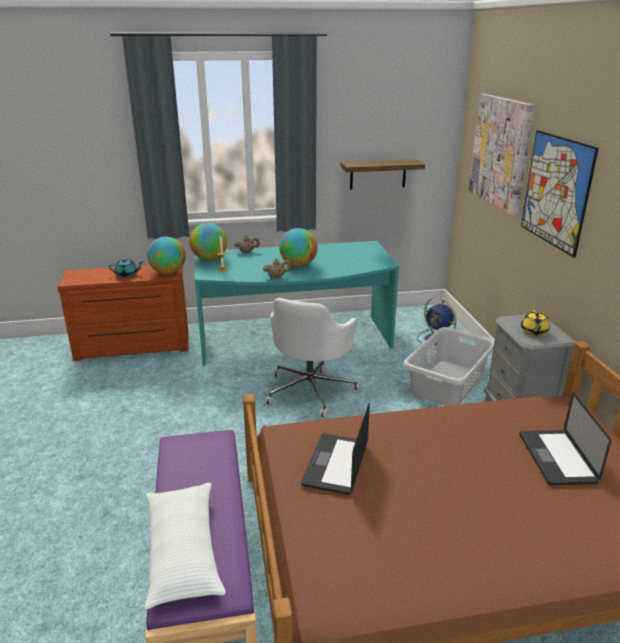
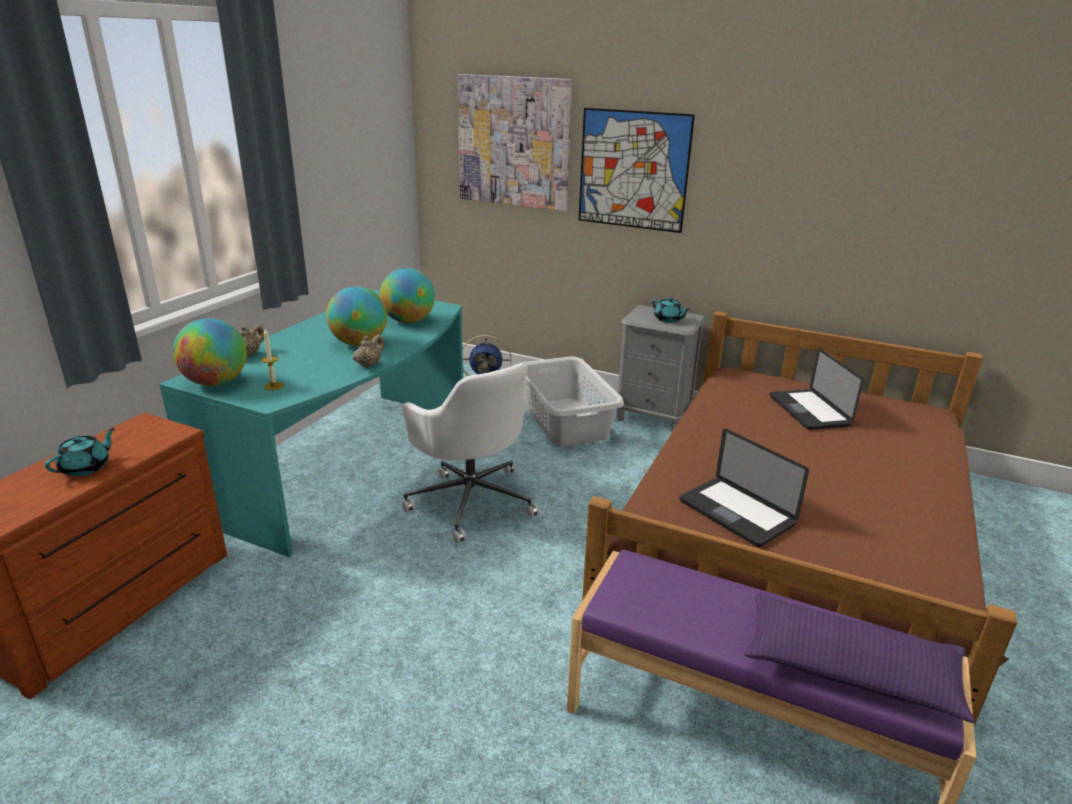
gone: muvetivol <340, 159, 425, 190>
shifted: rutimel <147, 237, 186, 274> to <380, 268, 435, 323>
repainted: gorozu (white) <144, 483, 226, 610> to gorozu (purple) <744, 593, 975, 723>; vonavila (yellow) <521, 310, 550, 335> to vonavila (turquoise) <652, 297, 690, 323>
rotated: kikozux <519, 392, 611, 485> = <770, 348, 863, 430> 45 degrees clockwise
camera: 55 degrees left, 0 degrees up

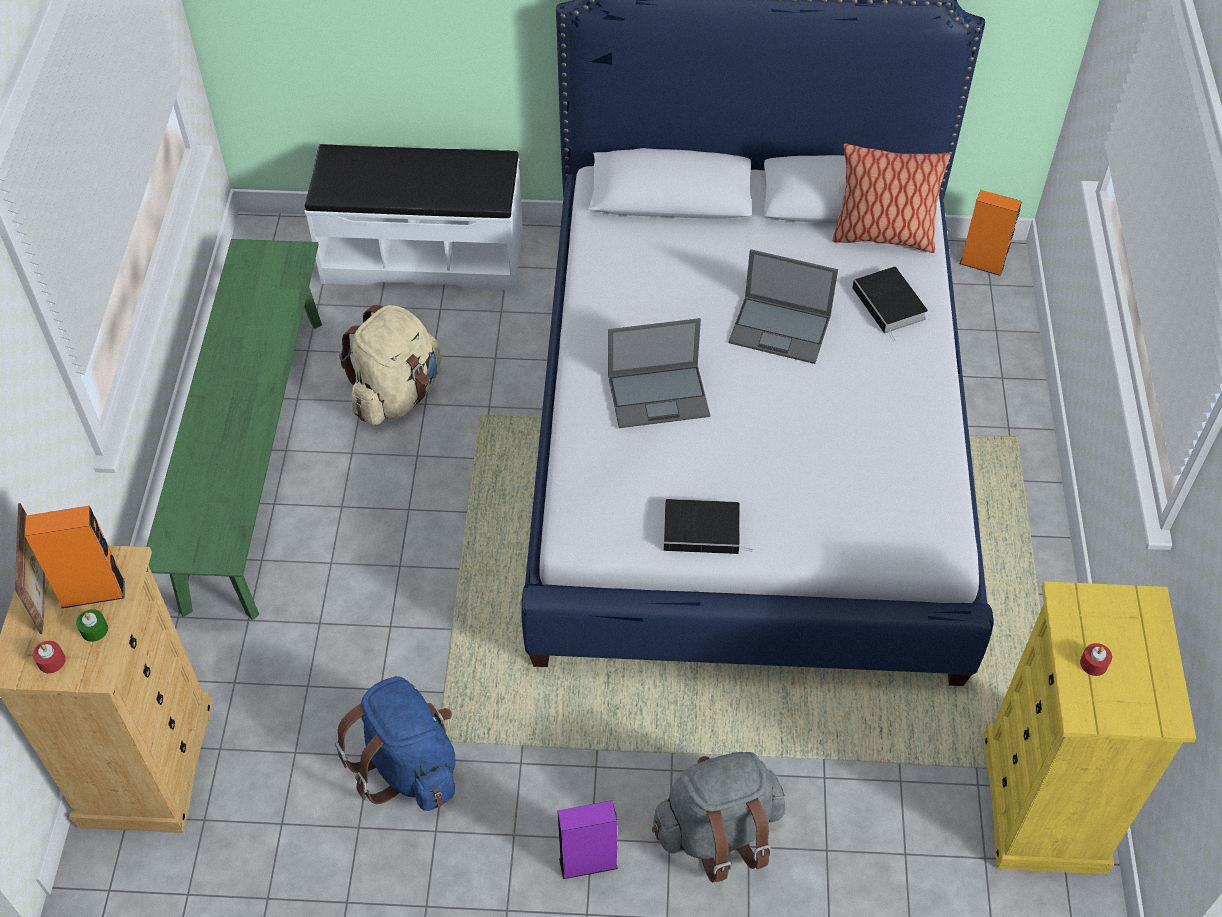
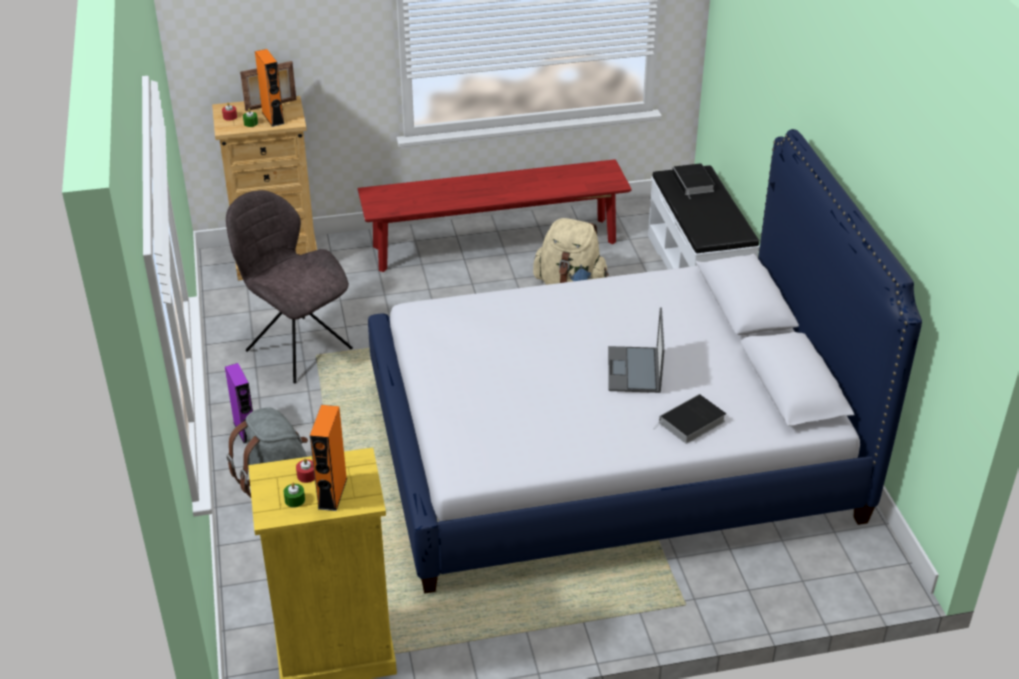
gone: kikozux <608, 318, 710, 428>; gorozu <832, 143, 951, 253>
new: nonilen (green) <284, 483, 305, 508>
shifted: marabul <664, 499, 754, 554> to <672, 163, 715, 199>; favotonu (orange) <959, 190, 1022, 276> to <310, 405, 347, 511>
swapped: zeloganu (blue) <335, 676, 455, 811> to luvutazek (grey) <226, 190, 353, 383>
repainted: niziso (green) <146, 239, 322, 620> to niziso (red) <357, 159, 632, 272>
camera: 75 degrees right, 15 degrees down

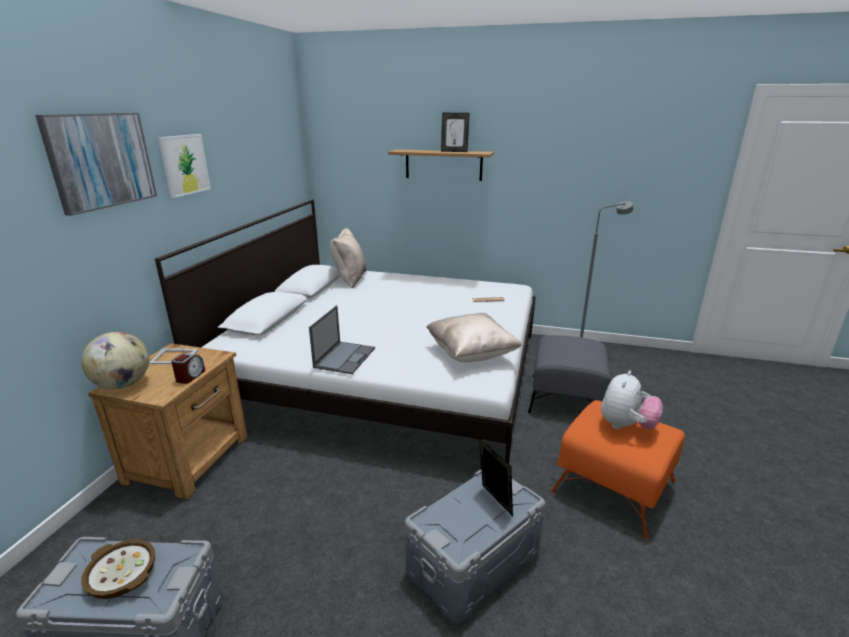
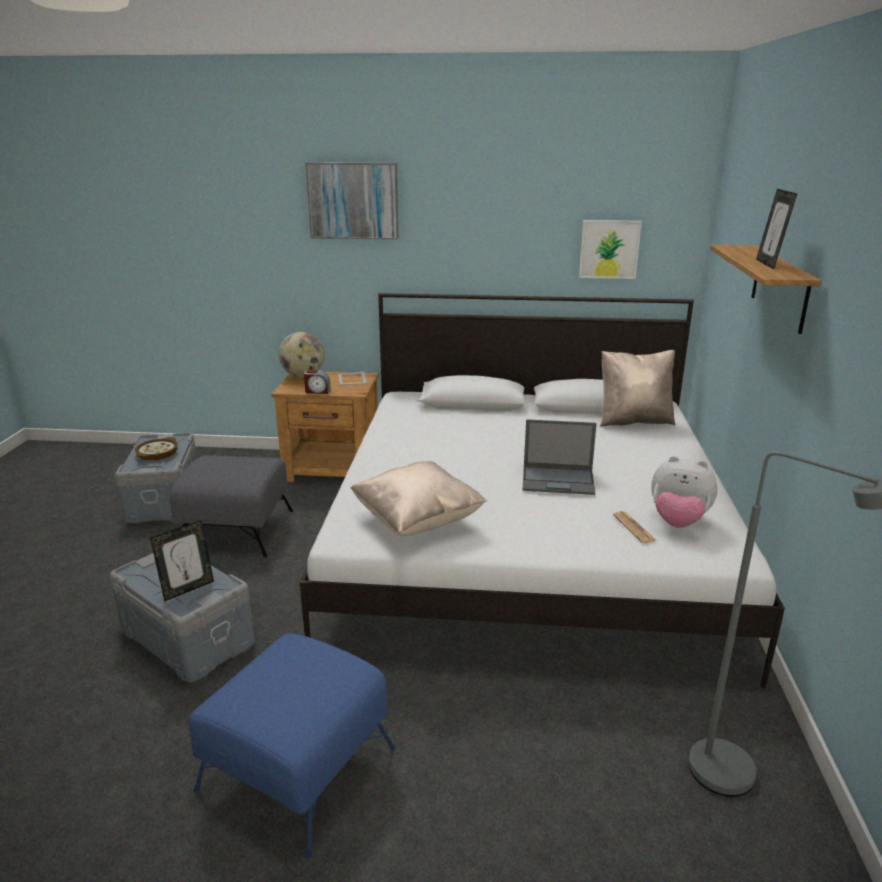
shifted: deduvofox <158, 134, 211, 198> to <579, 220, 642, 279>; kikozux <309, 305, 375, 374> to <522, 419, 597, 495>; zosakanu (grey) <528, 335, 611, 413> to <170, 455, 293, 558>; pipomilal <601, 370, 663, 429> to <651, 456, 718, 528>
repainted: zosakanu (orange) <551, 400, 685, 539> to zosakanu (blue) <188, 633, 396, 858>
camera: 80 degrees right, 0 degrees up

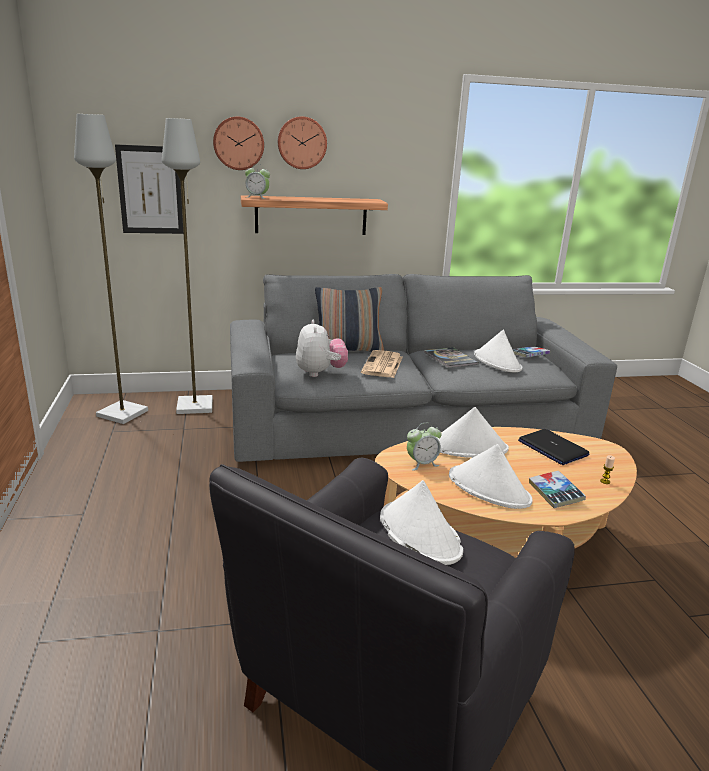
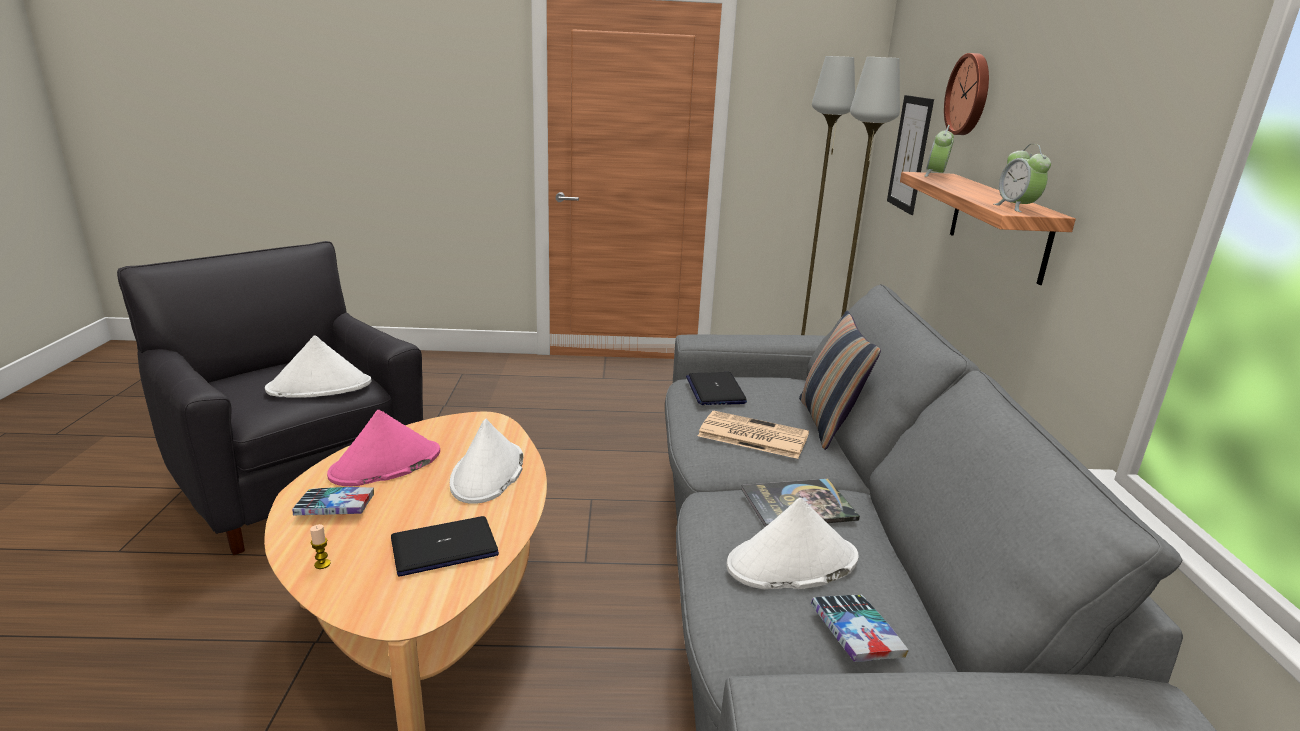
gone: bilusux <278, 116, 327, 169>
shifted: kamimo <407, 423, 442, 471> to <994, 144, 1051, 212>
swapped: pipomilal <296, 320, 348, 377> to kikozux <686, 372, 747, 405>
repainted: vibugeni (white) <449, 444, 533, 509> to vibugeni (pink) <327, 410, 440, 486>
camera: 100 degrees right, 0 degrees up

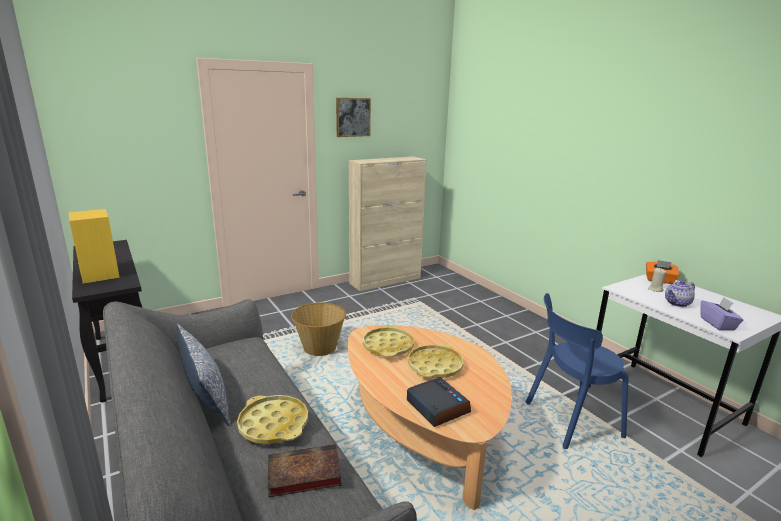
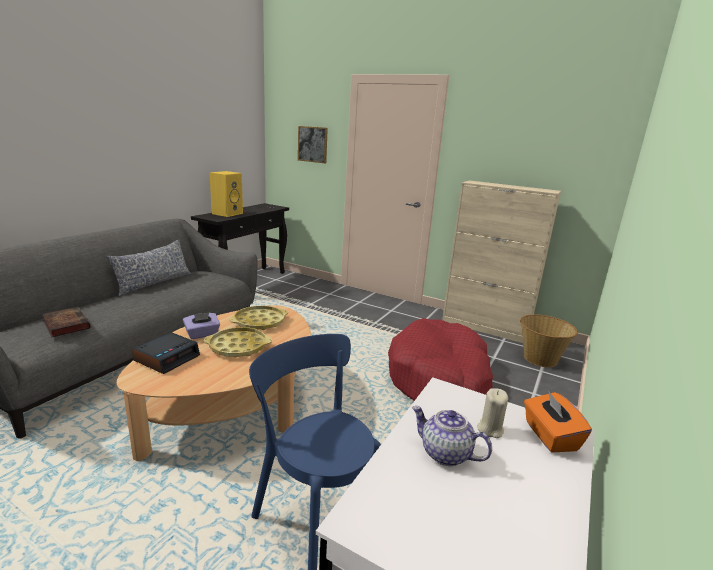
gone: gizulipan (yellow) <237, 395, 308, 444>
new: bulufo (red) <388, 318, 493, 401>
shifted: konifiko <291, 303, 346, 356> to <520, 314, 578, 367>; deduvofox <336, 98, 371, 137> to <298, 126, 328, 163>; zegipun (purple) <700, 297, 744, 330> to <183, 312, 220, 340>
camera: 60 degrees right, 0 degrees up

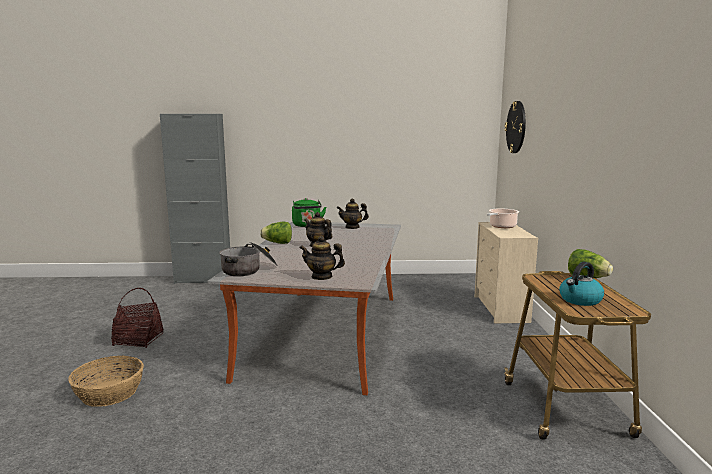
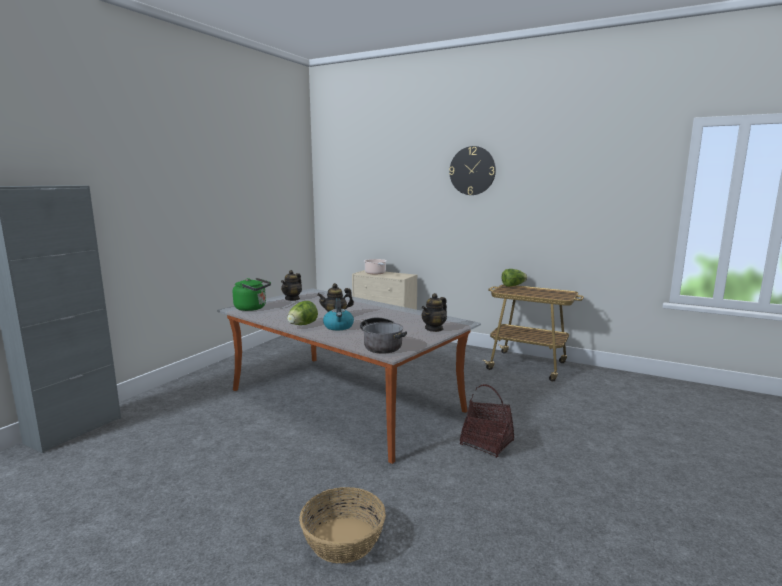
shifted: konifiko <111, 288, 163, 348> to <460, 384, 514, 458>; bilusux <504, 101, 526, 153> to <449, 146, 496, 195>; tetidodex <559, 262, 604, 306> to <323, 298, 354, 330>
camera: 60 degrees left, 0 degrees up

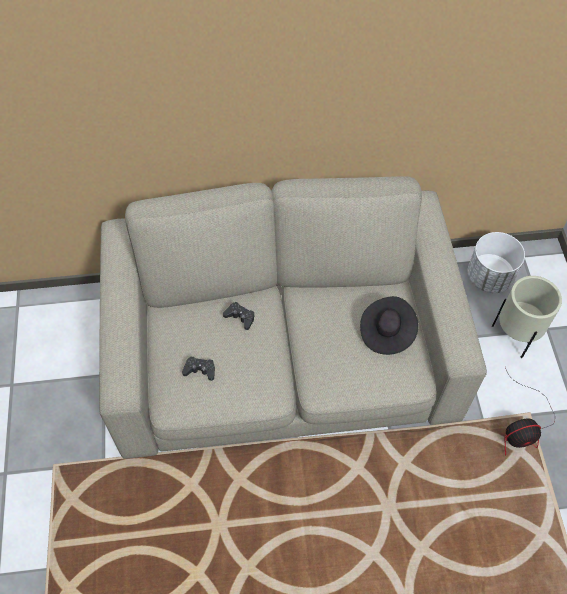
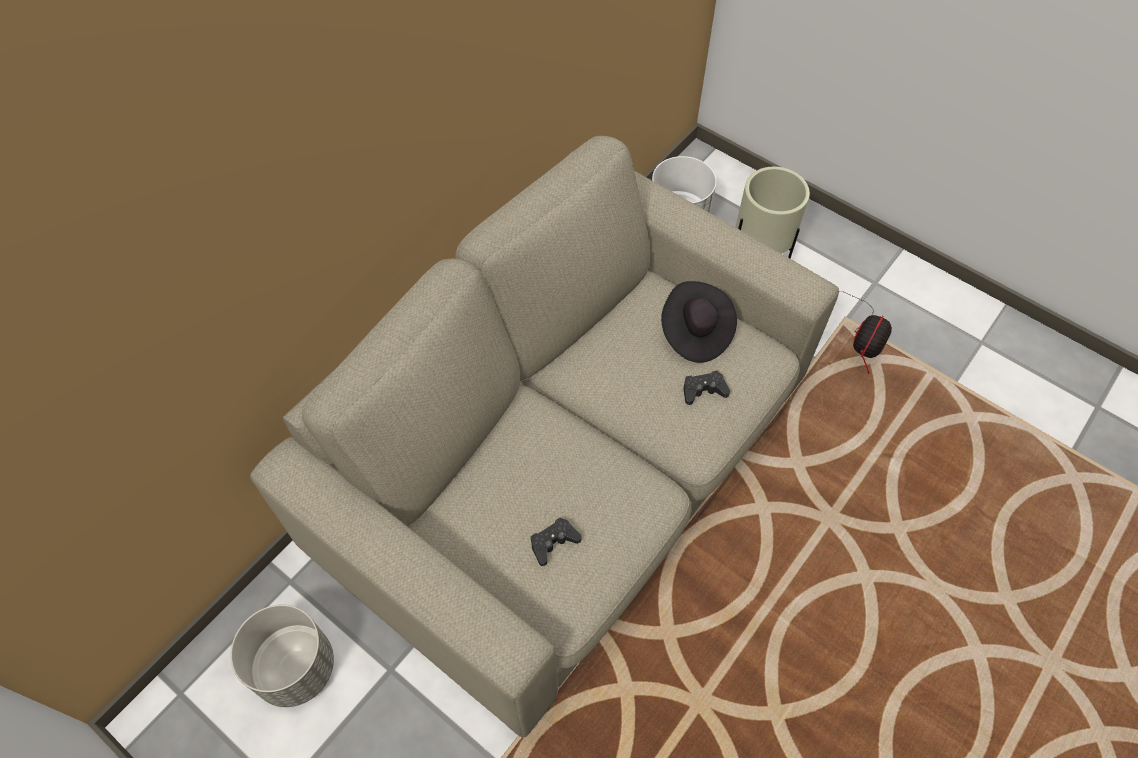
new: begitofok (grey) <230, 605, 334, 707>
shifted: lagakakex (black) <223, 302, 255, 330> to <683, 371, 730, 405>
camera: 45 degrees left, 0 degrees up

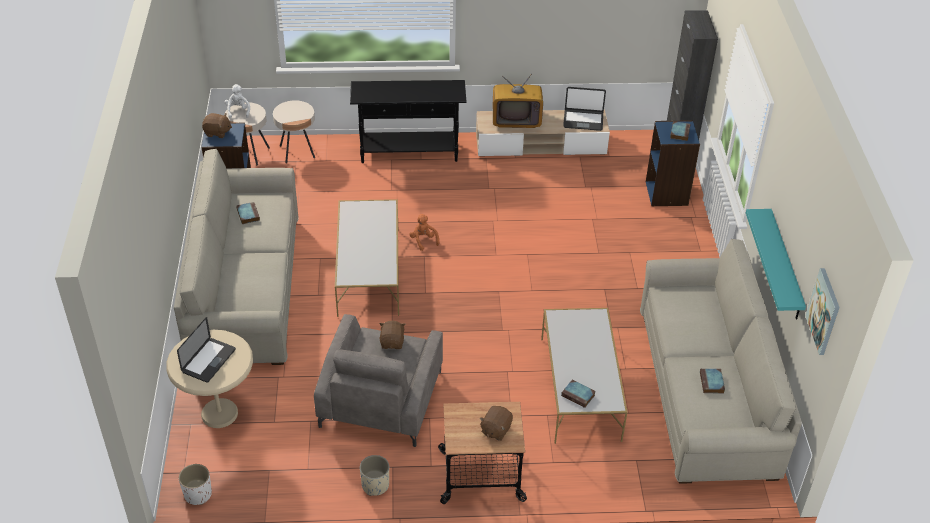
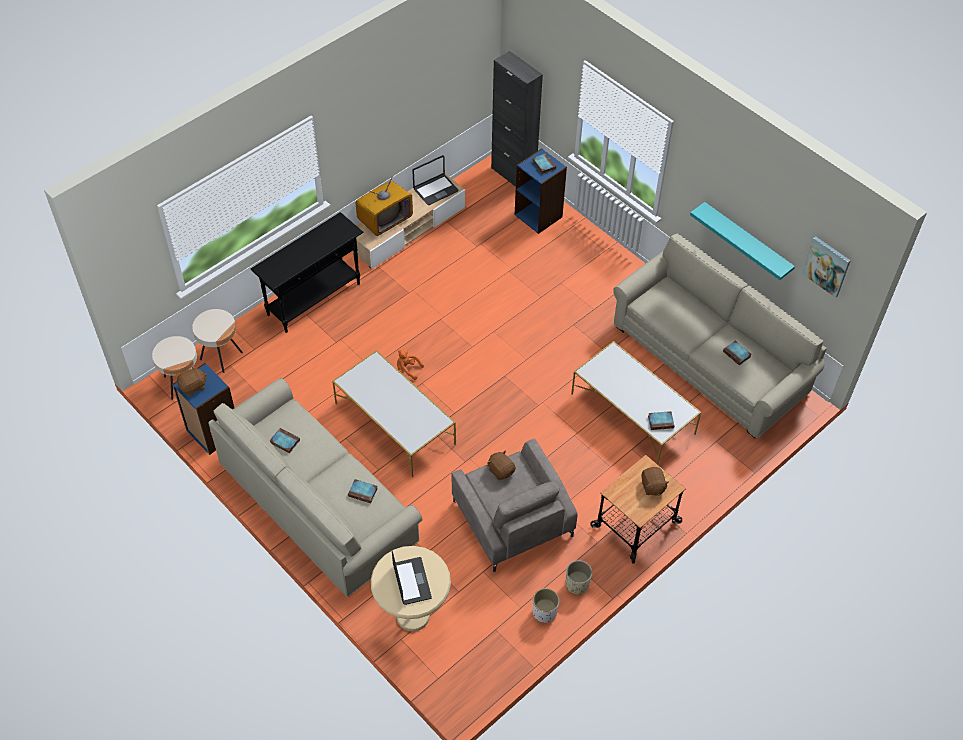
gone: pipomilal (white) <224, 84, 250, 119>
new: marabul <348, 479, 377, 503>
shifted: begitofok (white) <179, 464, 212, 505> to <533, 588, 559, 623>
camera: 40 degrees left, 10 degrees up

